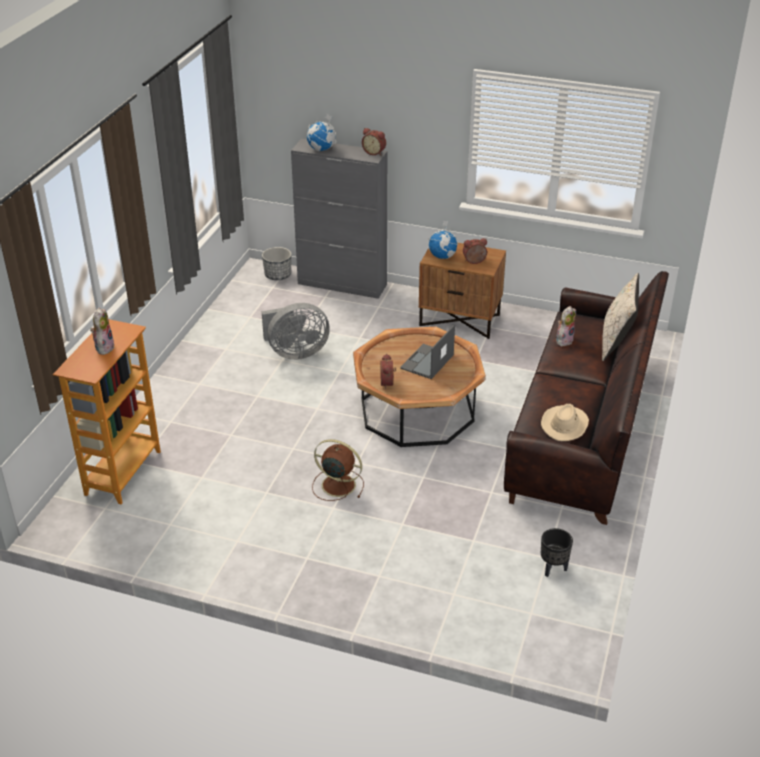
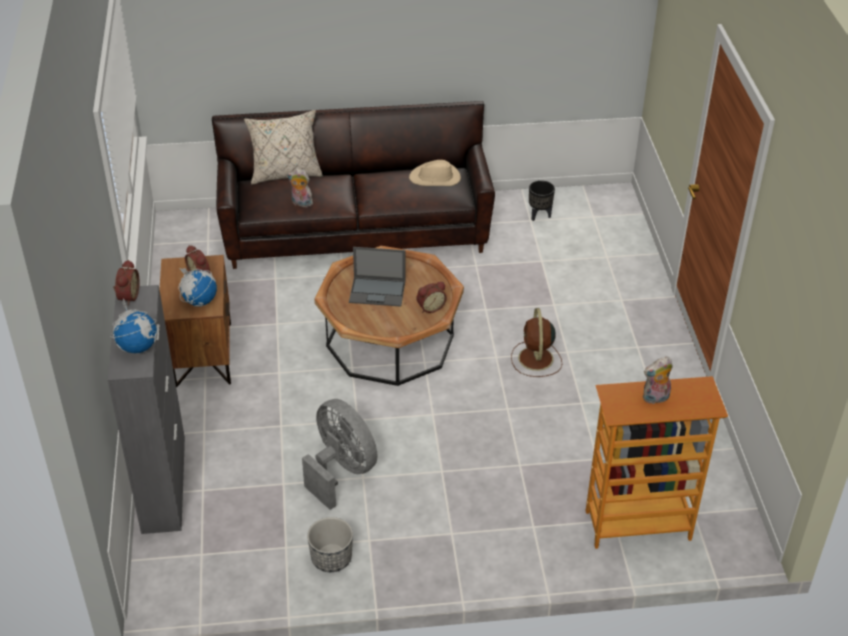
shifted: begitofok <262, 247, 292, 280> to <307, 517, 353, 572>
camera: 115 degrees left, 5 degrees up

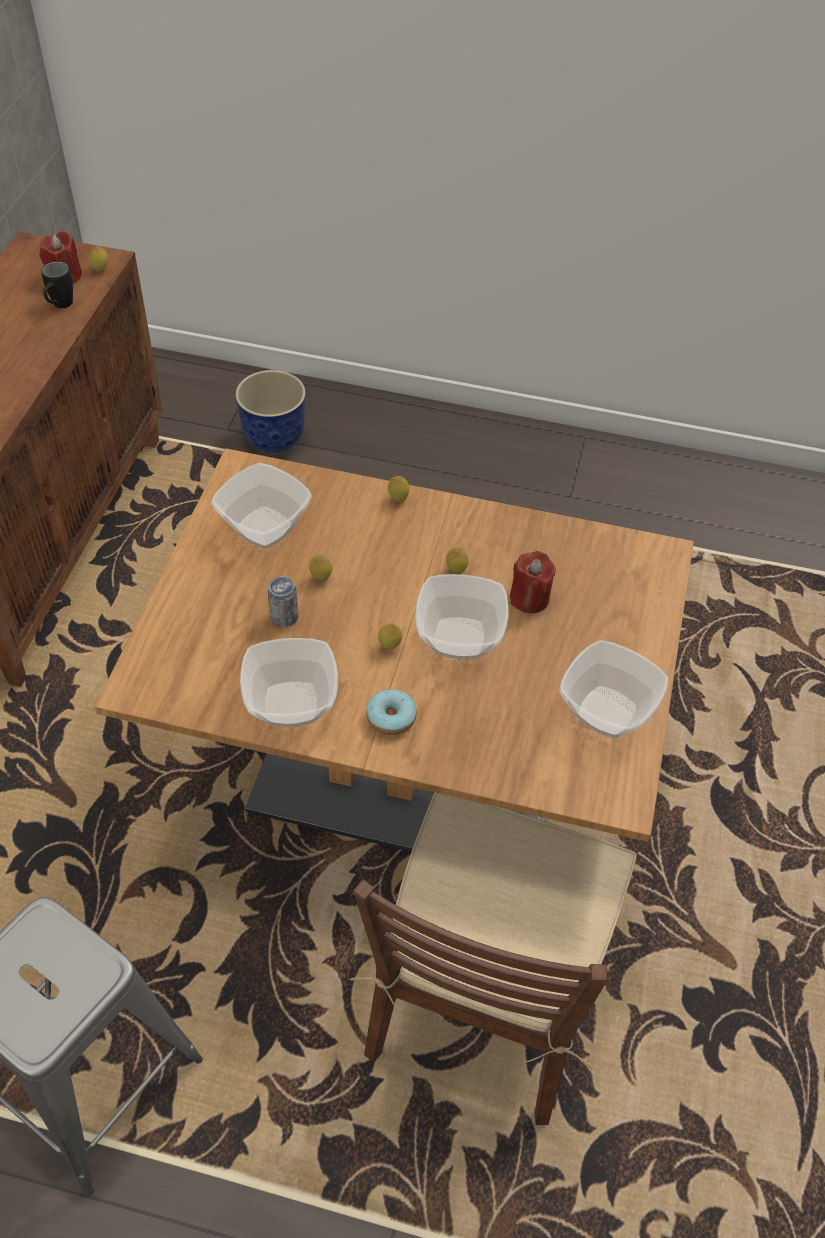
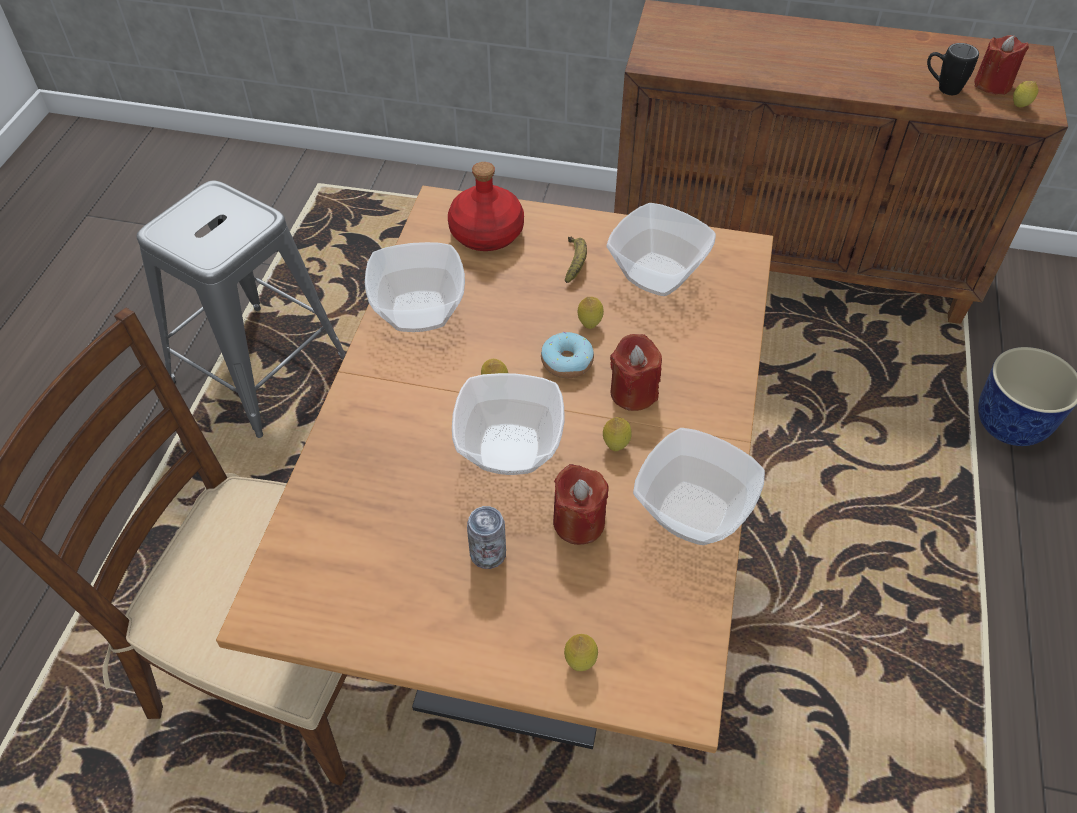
new: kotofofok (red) <448, 162, 524, 251>; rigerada <565, 236, 587, 283>; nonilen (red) <610, 334, 662, 411>
shifted: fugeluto <268, 576, 299, 627> to <467, 506, 506, 569>; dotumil <366, 689, 417, 735> to <541, 332, 594, 378>; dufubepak <388, 476, 409, 502> to <564, 634, 598, 671>; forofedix <559, 640, 668, 738> to <633, 428, 765, 545>
camera: 90 degrees right, 0 degrees up

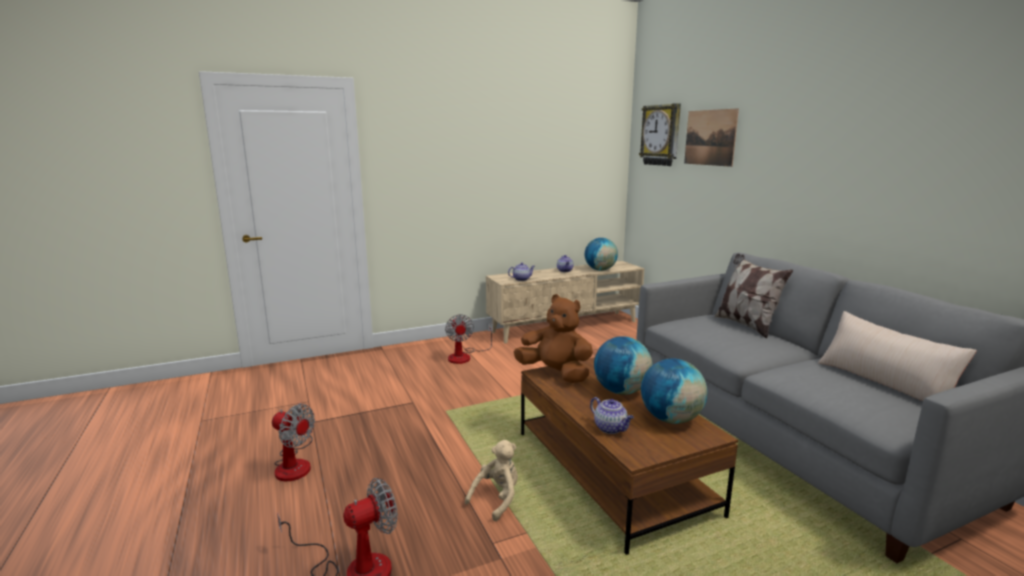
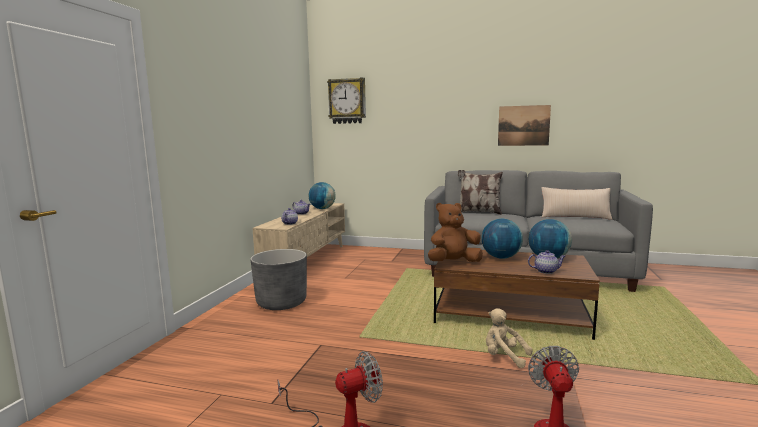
shifted: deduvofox <684, 108, 739, 167> to <498, 105, 551, 146>
swapped: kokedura <445, 314, 493, 364> to begitofok (grey) <250, 249, 307, 310>
rotated: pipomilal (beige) <465, 440, 518, 521> = <486, 308, 532, 368> 45 degrees counterclockwise
camera: 50 degrees left, 5 degrees down

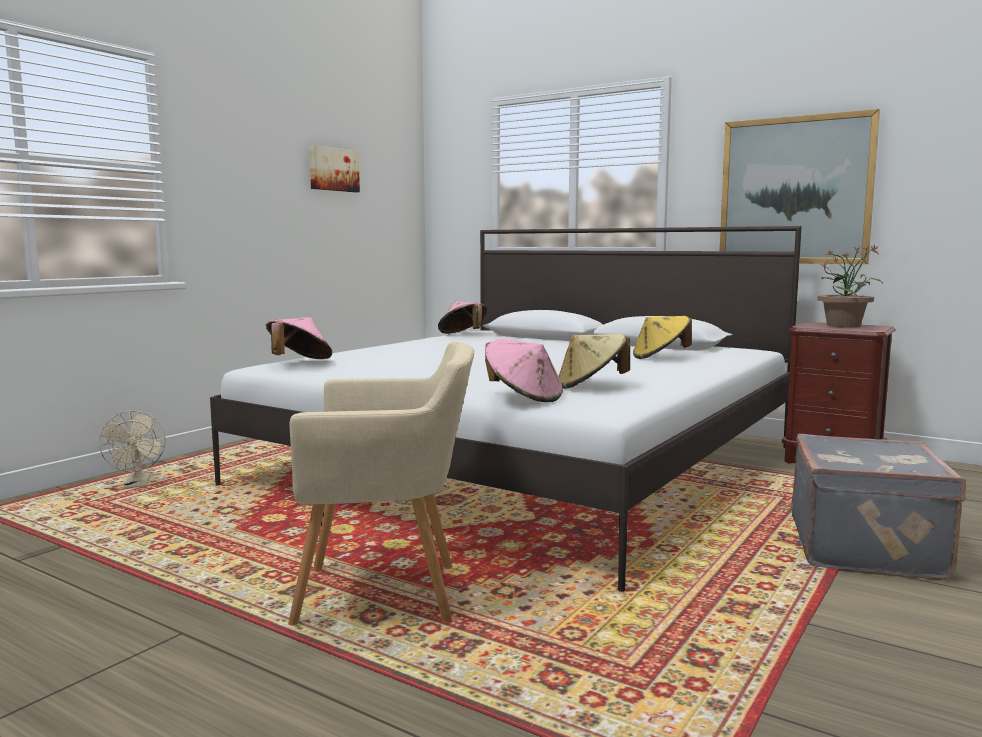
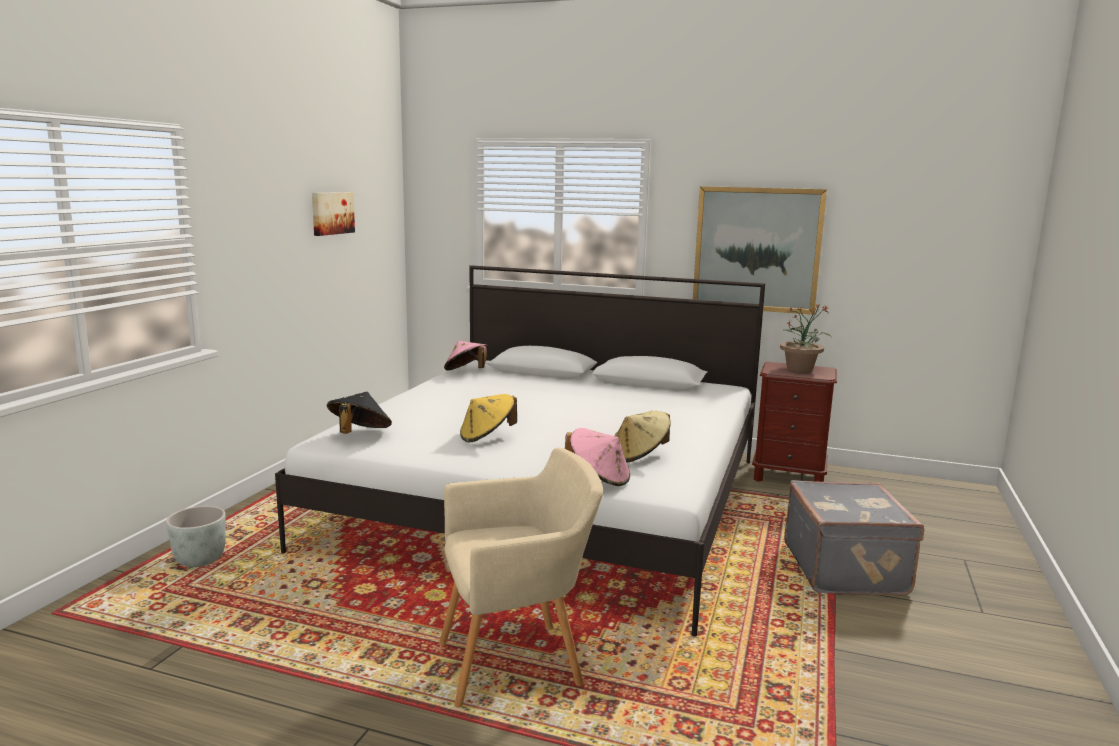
shifted: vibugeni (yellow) <633, 316, 692, 359> to <460, 394, 517, 442>
swapped: kokedura (beige) <99, 410, 166, 488> to begitofok (grey) <166, 506, 226, 567>
repainted: vibugeni (pink) <266, 317, 332, 359> to vibugeni (black) <327, 392, 392, 434>
camera: 15 degrees left, 5 degrees up

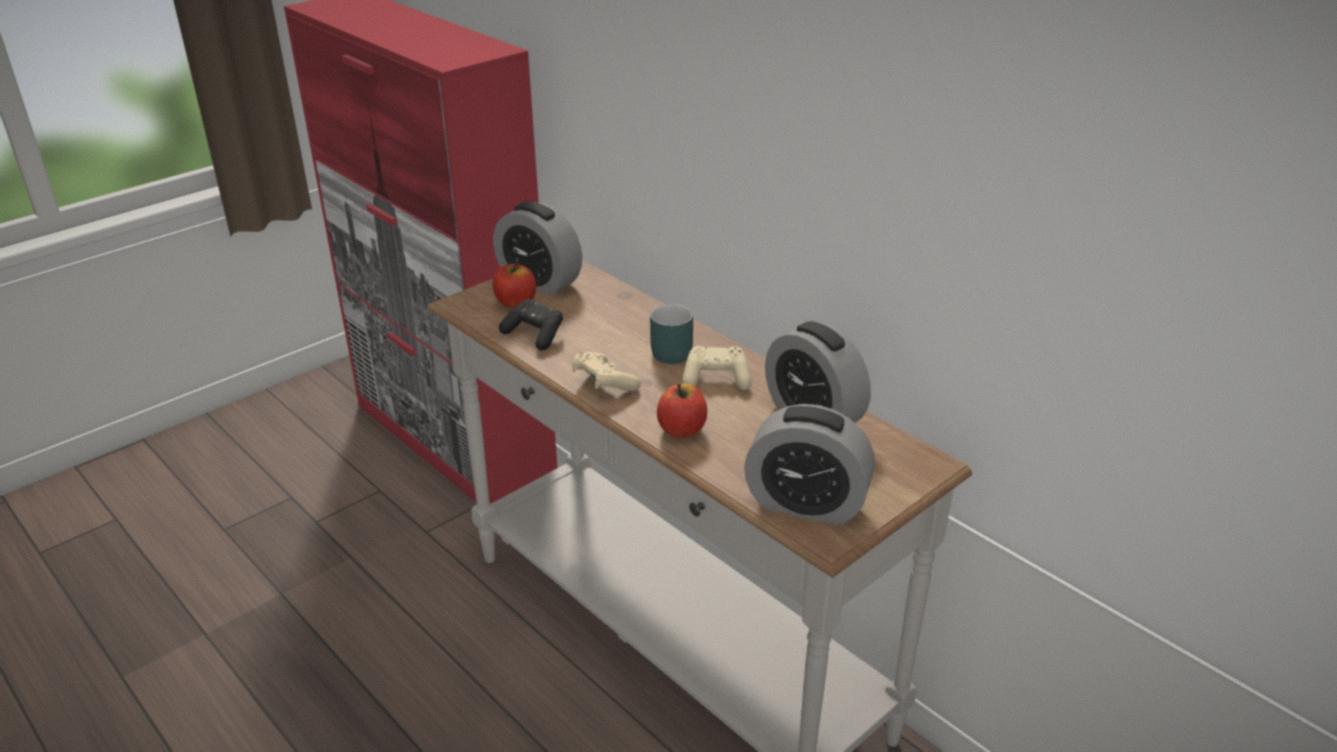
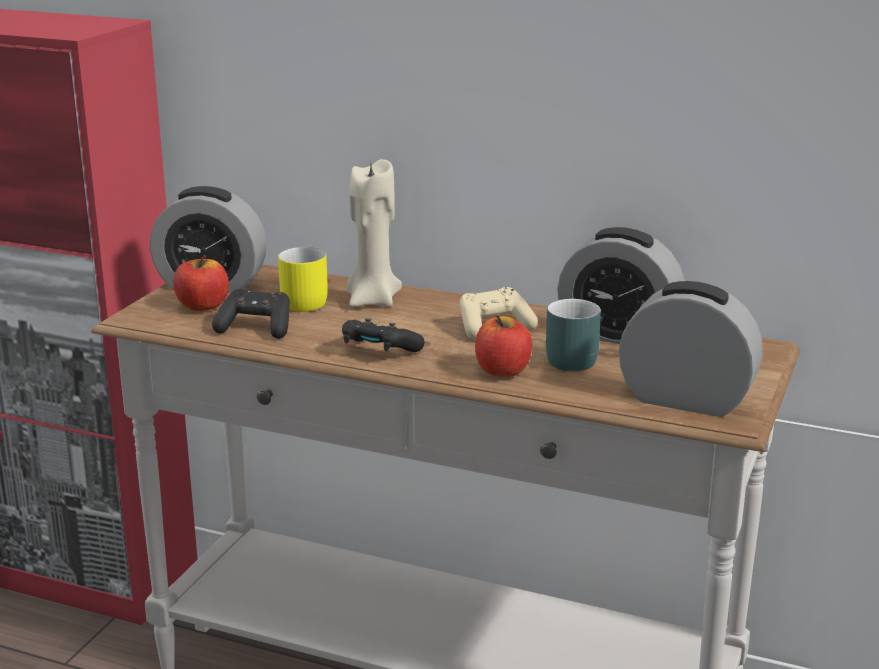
new: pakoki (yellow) <278, 247, 328, 312>; nonilen (beige) <346, 159, 402, 307>
shifted: pakoki (turquoise) <650, 304, 693, 364> to <546, 299, 601, 371>
repainted: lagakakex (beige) <572, 352, 641, 391> to lagakakex (black) <342, 318, 424, 352>
rotated: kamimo <744, 404, 875, 525> = <619, 281, 763, 417> 150 degrees counterclockwise
camera: 25 degrees left, 10 degrees down

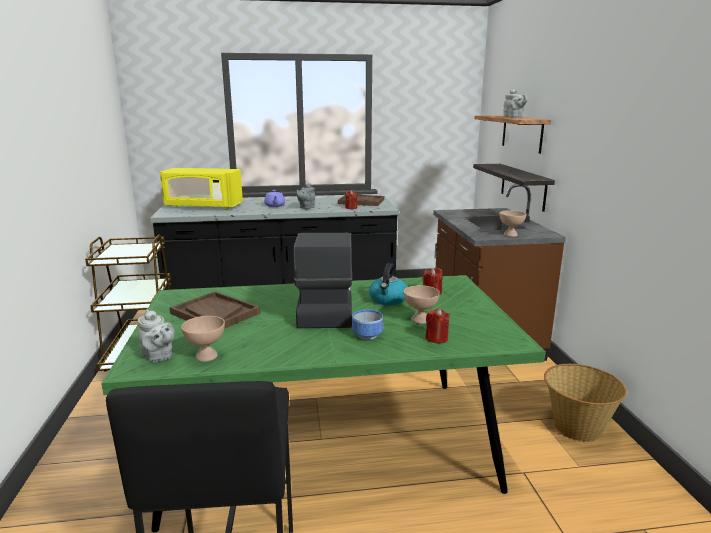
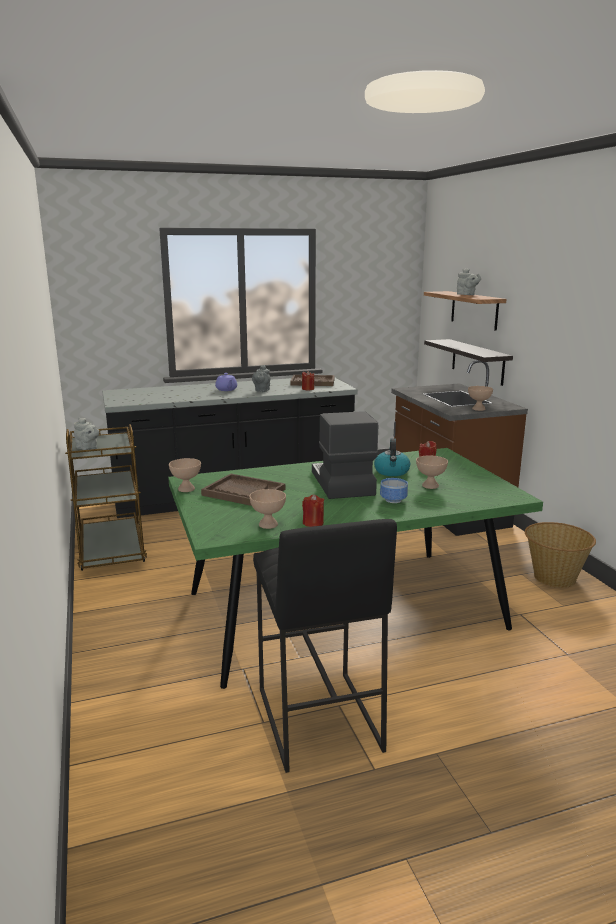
gone: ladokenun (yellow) <160, 168, 243, 209>
new: forofedix (beige) <169, 458, 201, 492>
shifted: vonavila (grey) <137, 309, 175, 362> to <74, 417, 99, 450>; nonilen (red) <425, 308, 450, 343> to <302, 494, 324, 527>
camera: 10 degrees left, 0 degrees up

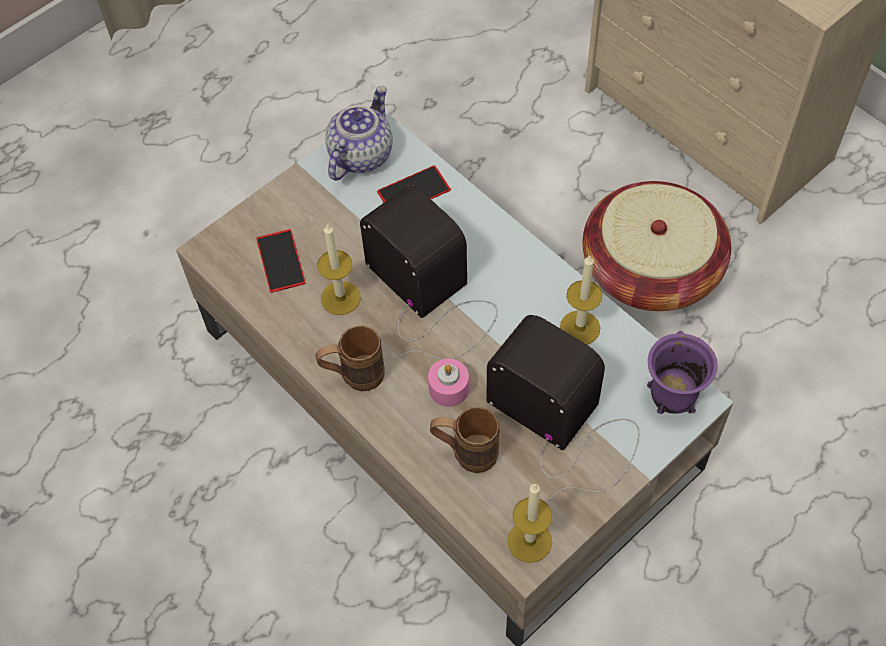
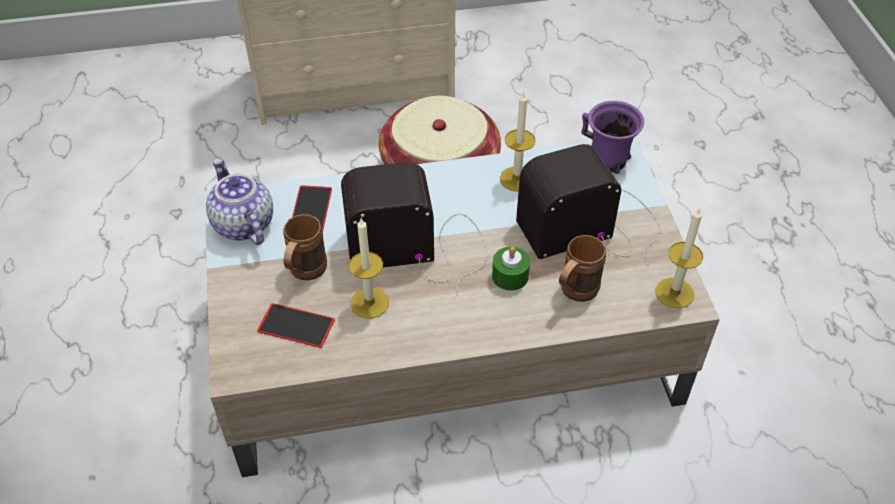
shifted: pakoki (brown) <315, 325, 385, 391> to <283, 214, 327, 280>
repainted: nonilen (pink) <428, 359, 469, 407> to nonilen (green) <492, 247, 530, 291>
camera: 60 degrees left, 10 degrees down

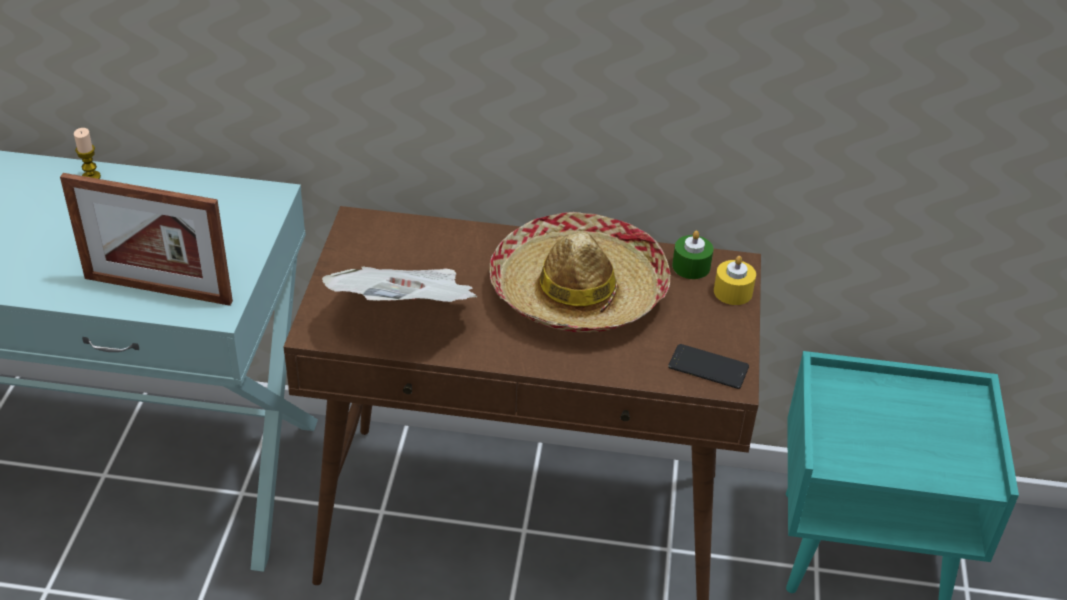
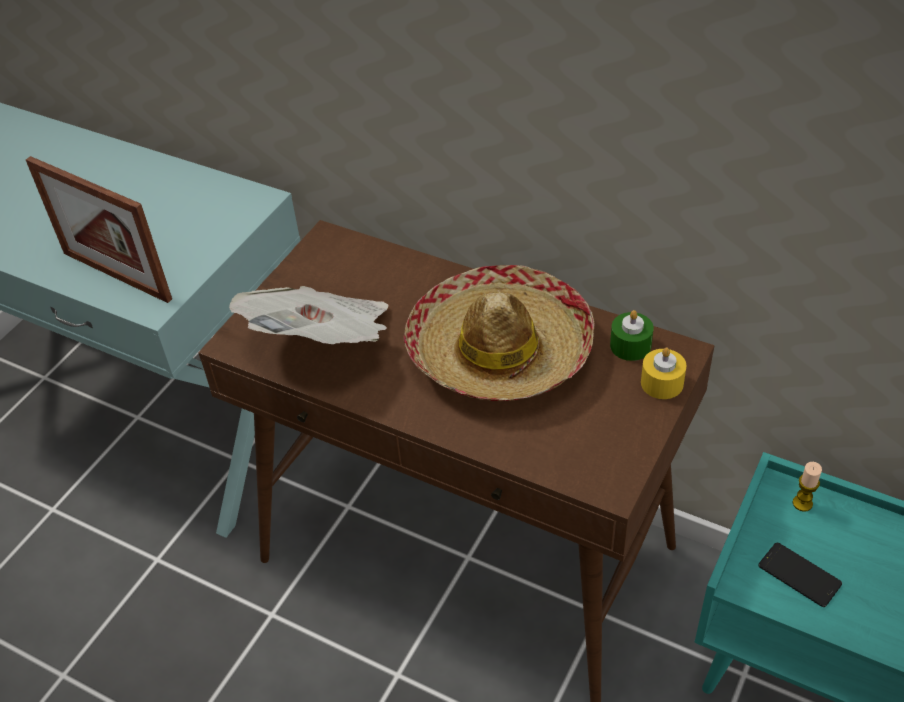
shifted: nonilen <74, 128, 101, 179> to <793, 462, 822, 512>; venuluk <668, 344, 749, 389> to <758, 543, 842, 607>
camera: 25 degrees right, 5 degrees up

